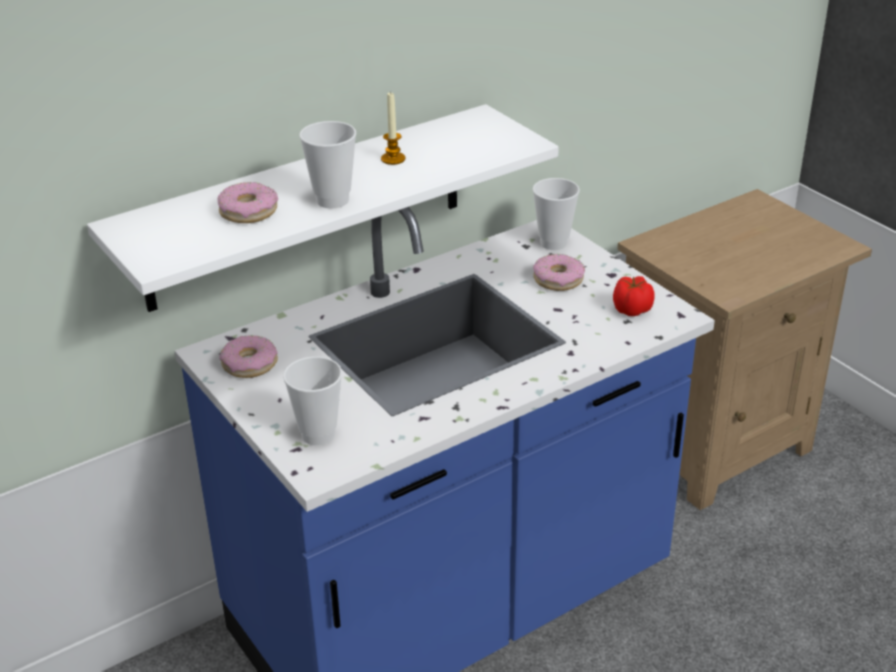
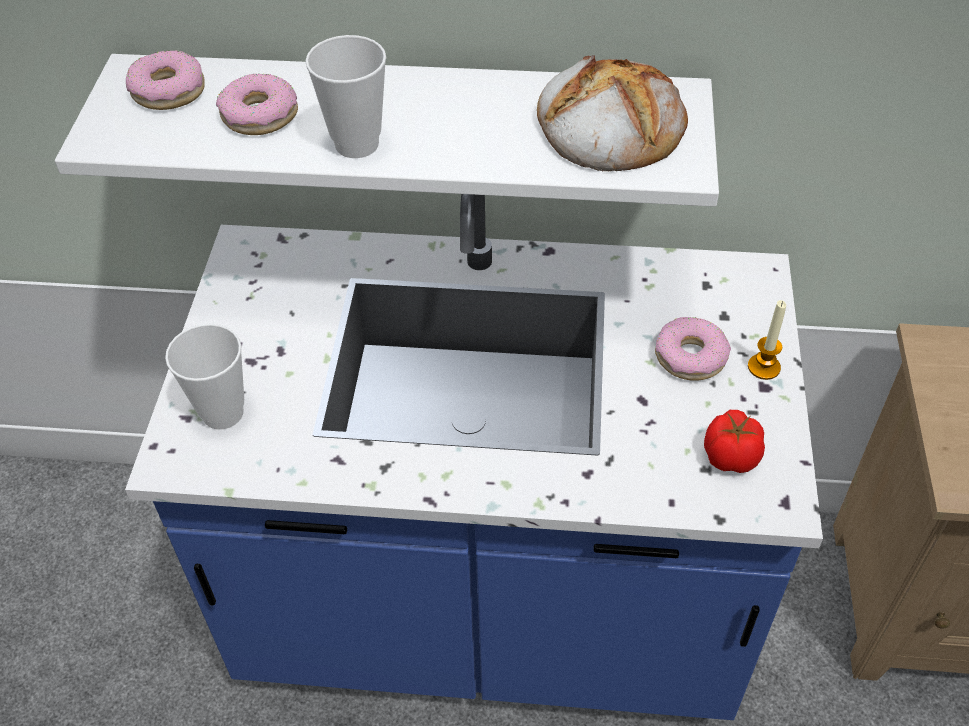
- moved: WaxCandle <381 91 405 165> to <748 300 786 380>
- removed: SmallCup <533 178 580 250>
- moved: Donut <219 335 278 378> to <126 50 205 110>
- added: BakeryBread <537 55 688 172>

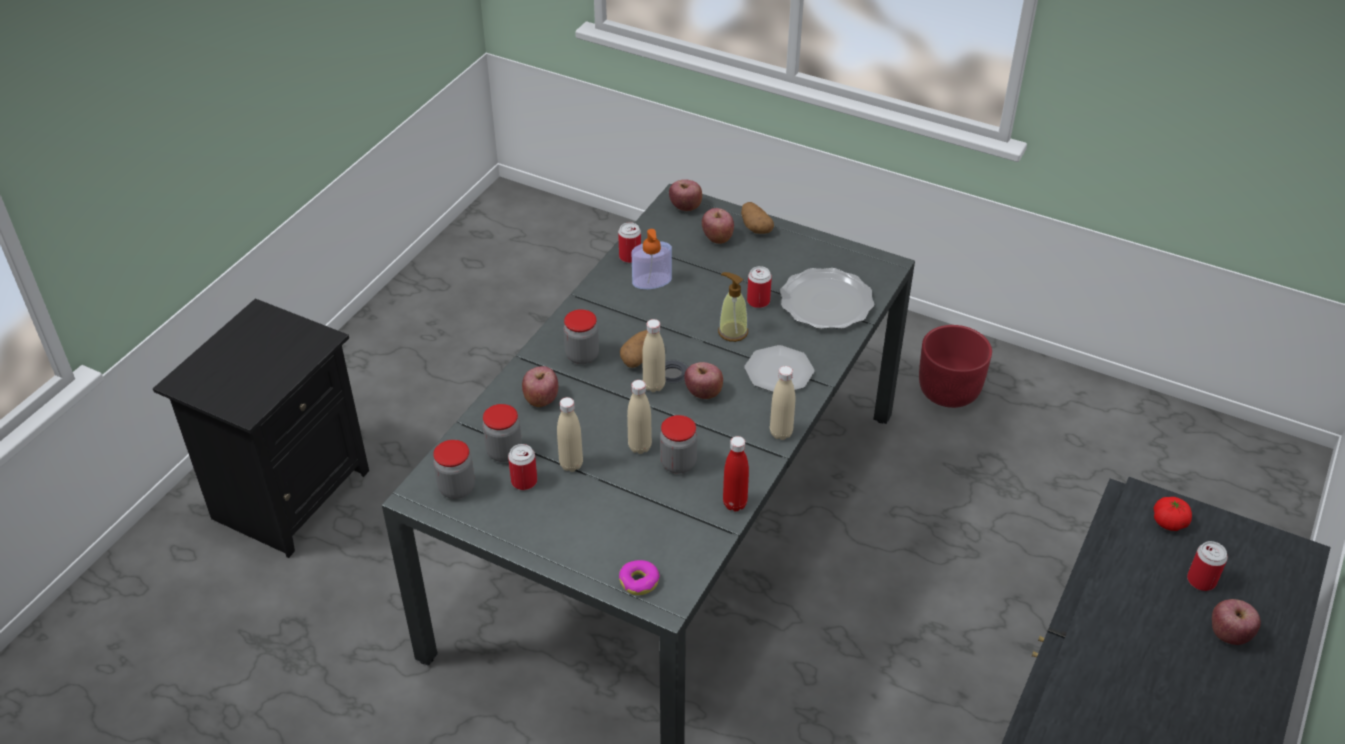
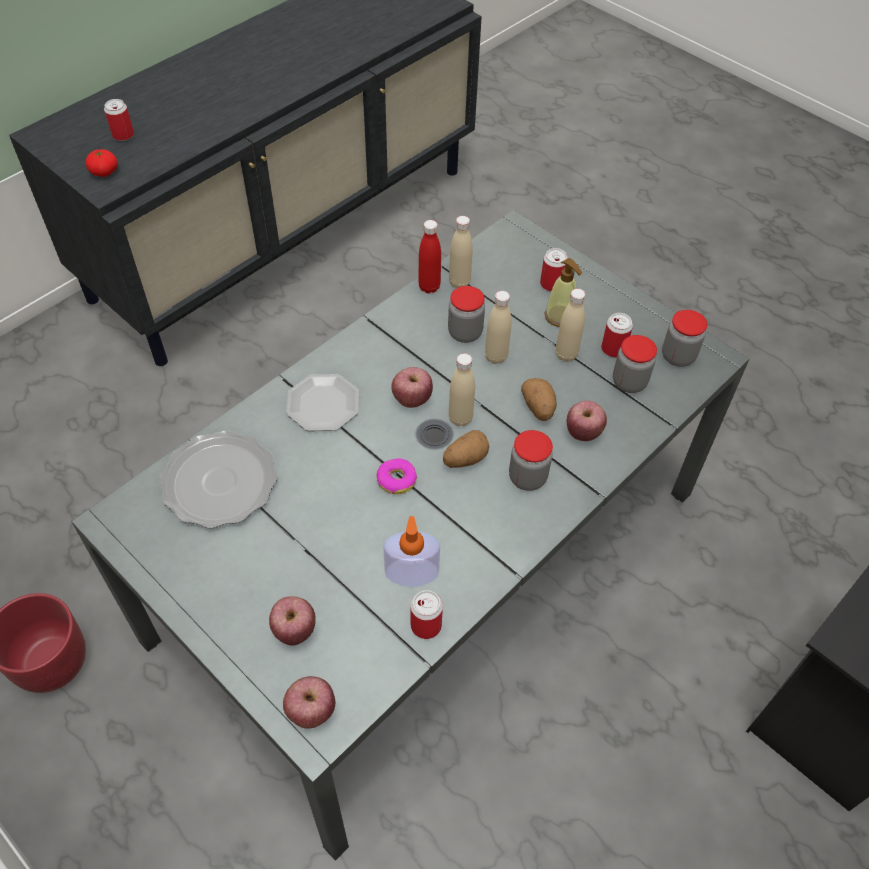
- moved: Spud <741 202 774 234> to <521 378 557 421>
- moved: SealedCan <747 266 772 308> to <540 248 568 291>
- moved: SoapBottle <718 272 748 342> to <545 258 582 327>
- moved: BeigeBeverageBottle <770 366 795 440> to <449 216 473 288>
- moved: Donut <619 560 660 595> to <376 458 417 494>
- removed: WholeApple <1212 599 1261 645>

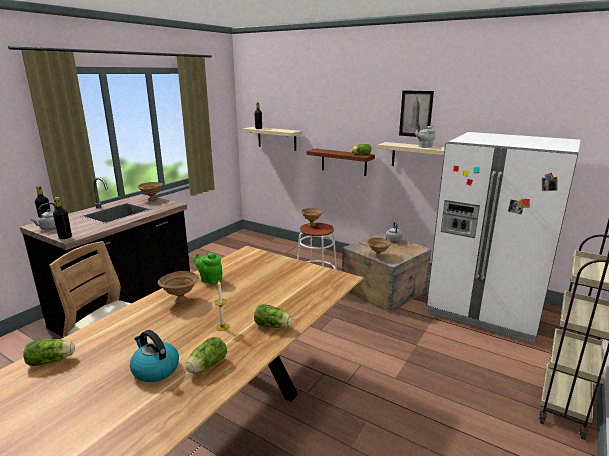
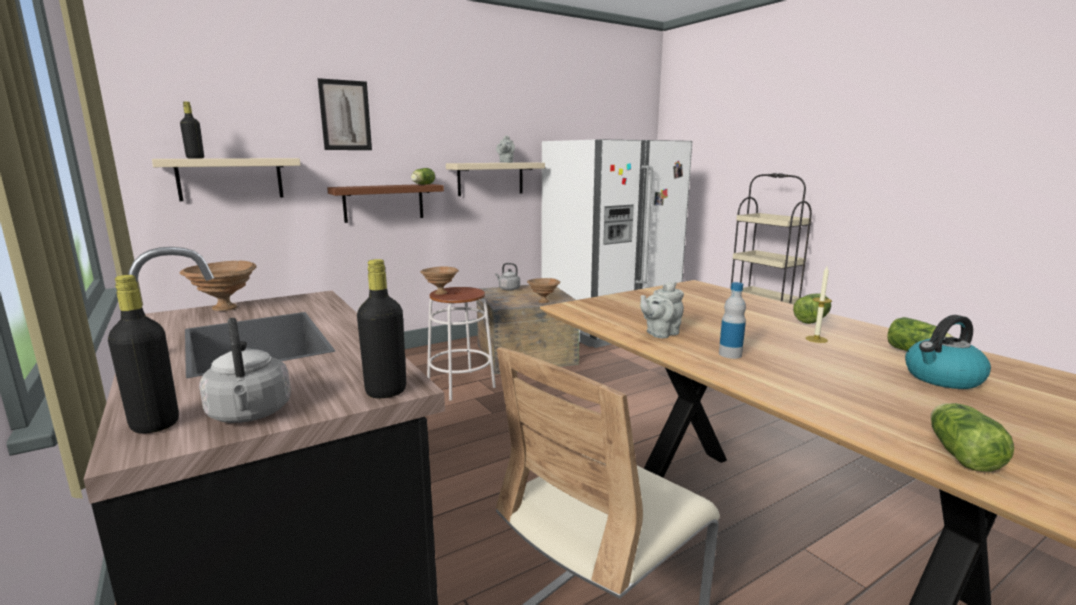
- moved: Picture <399 90 434 137> to <318 78 372 150>
- recoloured: GreenColouredTeaPot <194 253 223 284> to GreyishTeaPot <640 282 684 338>
- replaced: BrownServingBowl <158 271 199 304> to BeverageBottle <719 282 746 359>

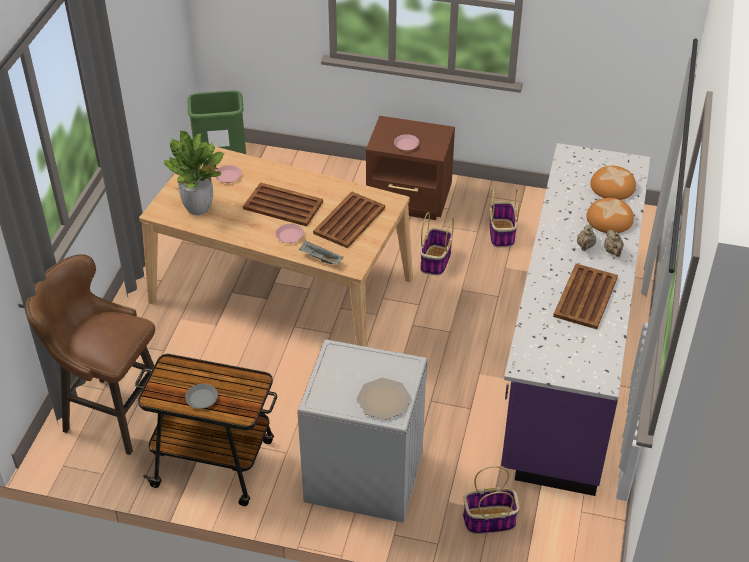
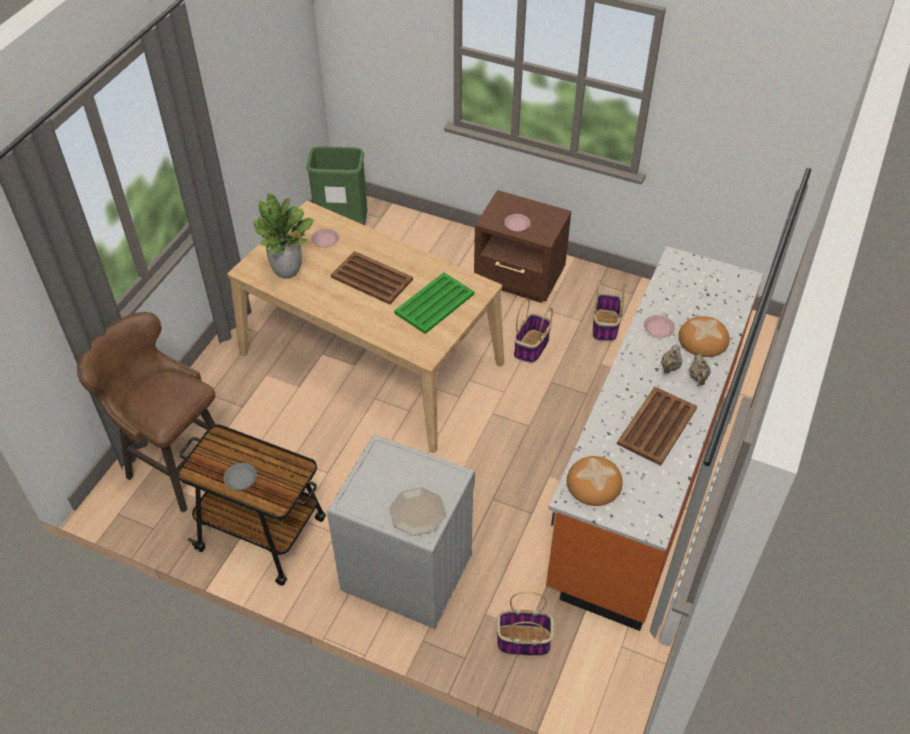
- recoloured: PurpleColouredCounter <501 143 651 496> to OrangeColouredCounter <546 246 764 631>
- moved: BakeryBread <590 166 636 200> to <567 456 623 506>
- recoloured: BrownCarryingTray <313 192 385 248> to GreenColouredCarryingTray <394 272 474 334>
- moved: PinkDinnerPlate <275 224 304 243> to <644 315 675 338>
- removed: GreyishCarryingTray <299 240 344 264>

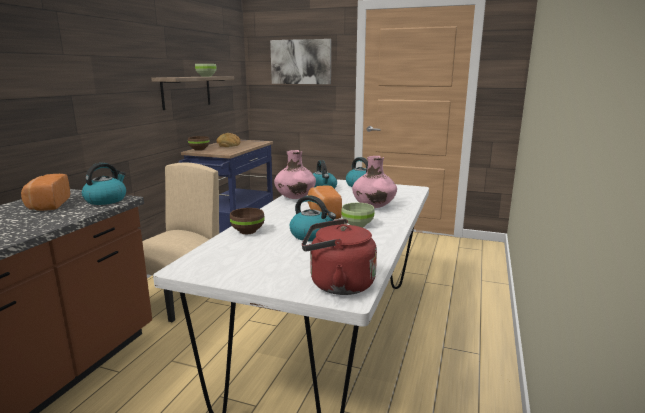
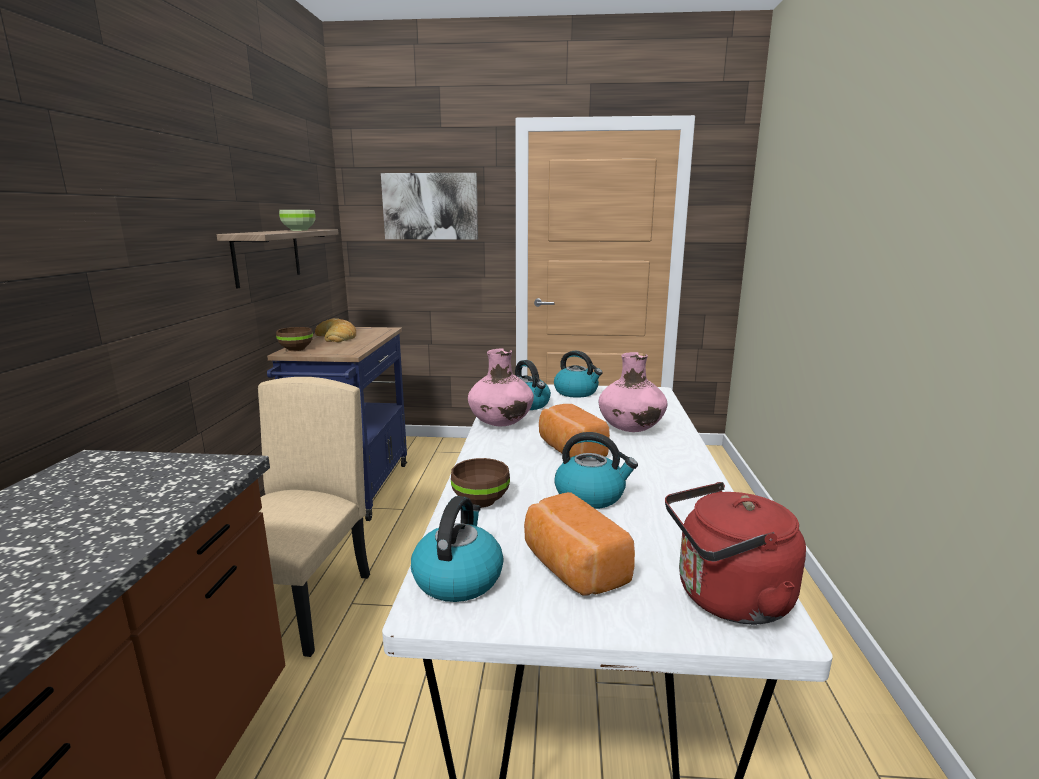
- moved: Kettle <82 163 126 205> to <411 496 504 602>
- moved: BakeryBread <21 174 70 211> to <524 492 635 595>
- removed: GreenColouredServingBowl <341 203 374 228>

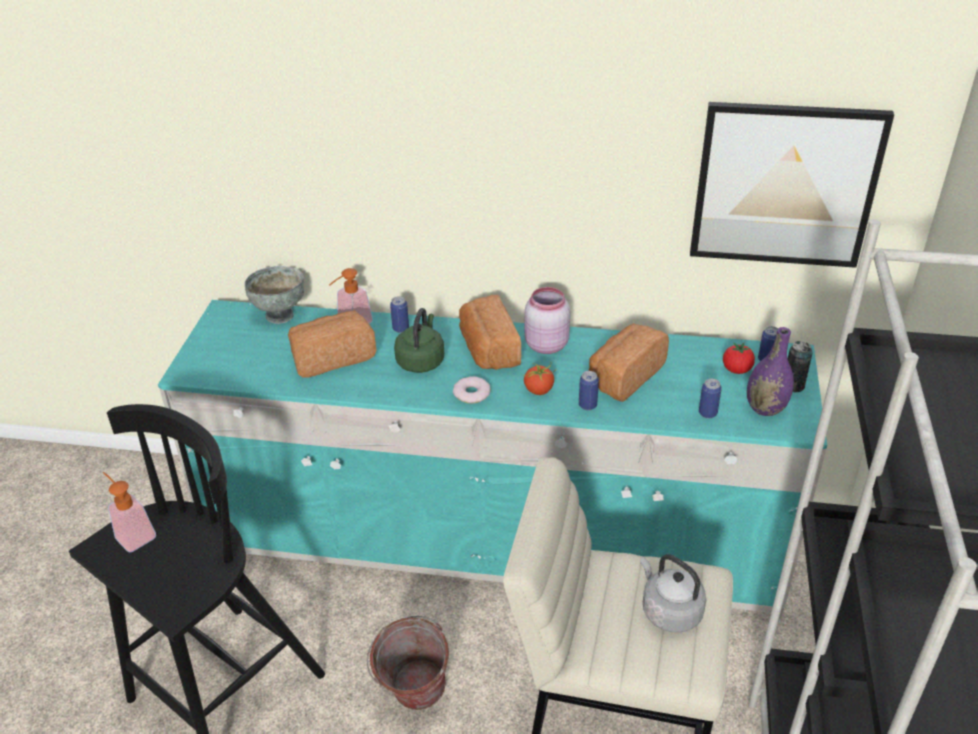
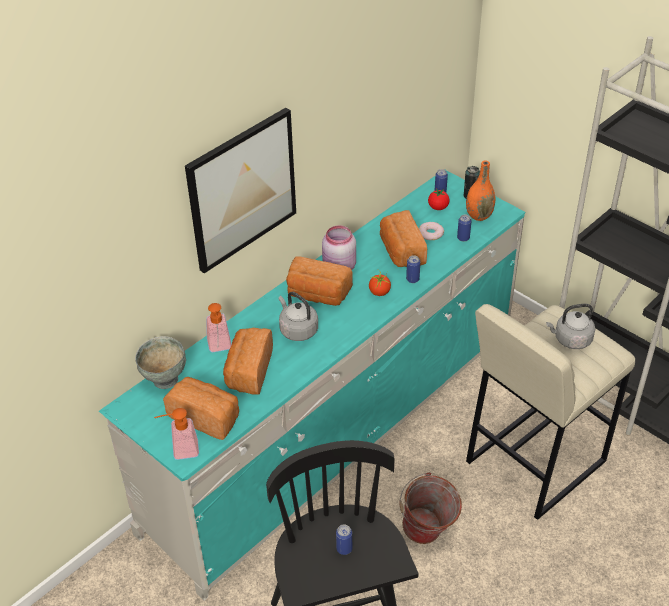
- moved: Picture <690 102 894 268> to <185 108 296 273>
- moved: SealedCan <390 296 409 333> to <336 524 352 555>
- recoloured: GreenColouredKettle <394 308 444 373> to GreyishKettle <279 292 318 341>
- recoloured: PurpleColouredFlowerVase <747 327 794 416> to OrangeColouredFlowerVase <466 160 495 221>
- moved: Donut <453 376 491 403> to <419 222 444 240>
- moved: SoapBottle <103 472 156 552> to <154 408 199 460>
- added: BakeryBread <163 377 239 440>

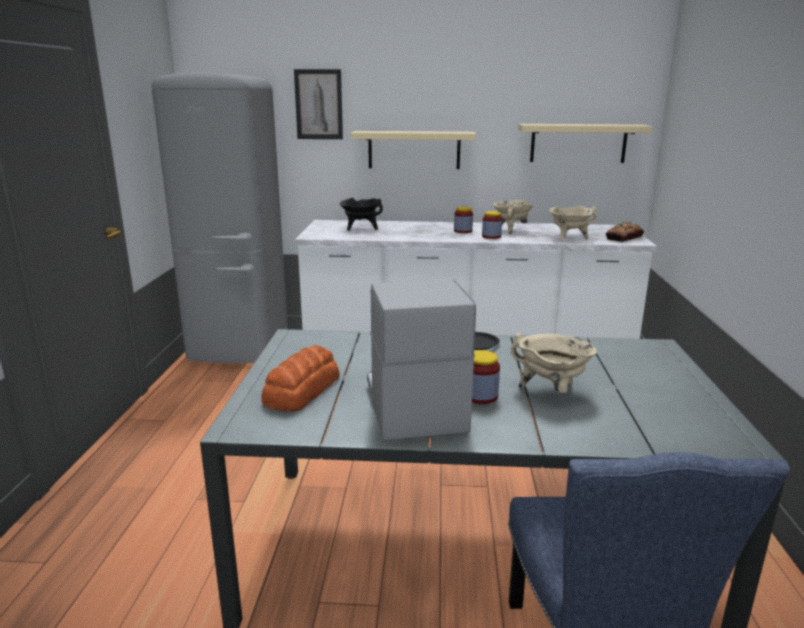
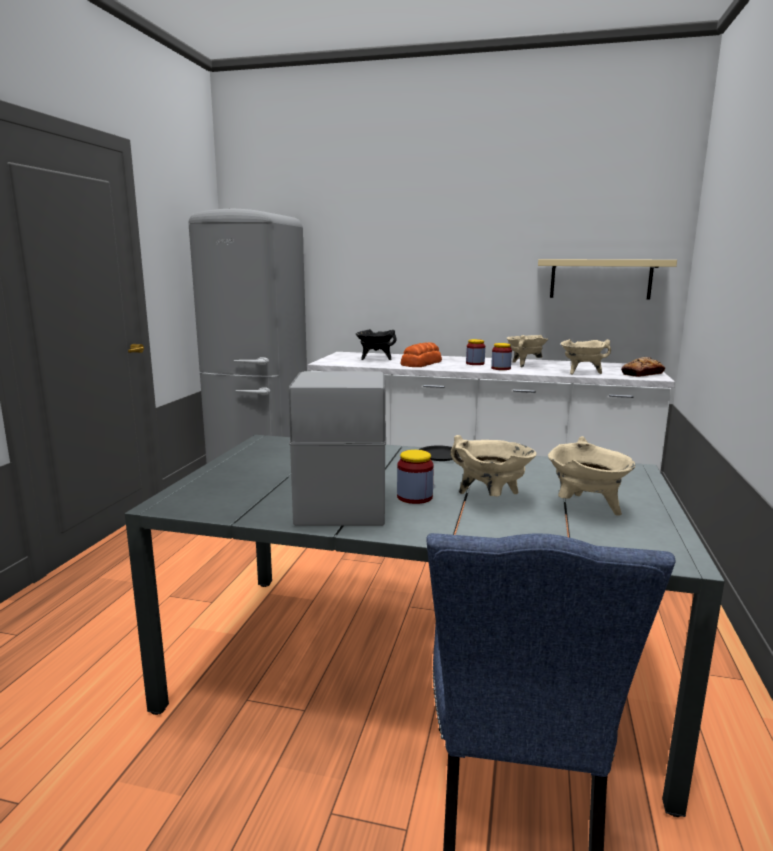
- removed: Picture <294 69 343 139>
- removed: BeigeWallShelf <351 131 476 169>
- moved: BakeryBread <261 345 340 412> to <401 342 442 367>
- added: BeigeCookingPot <548 436 635 516>

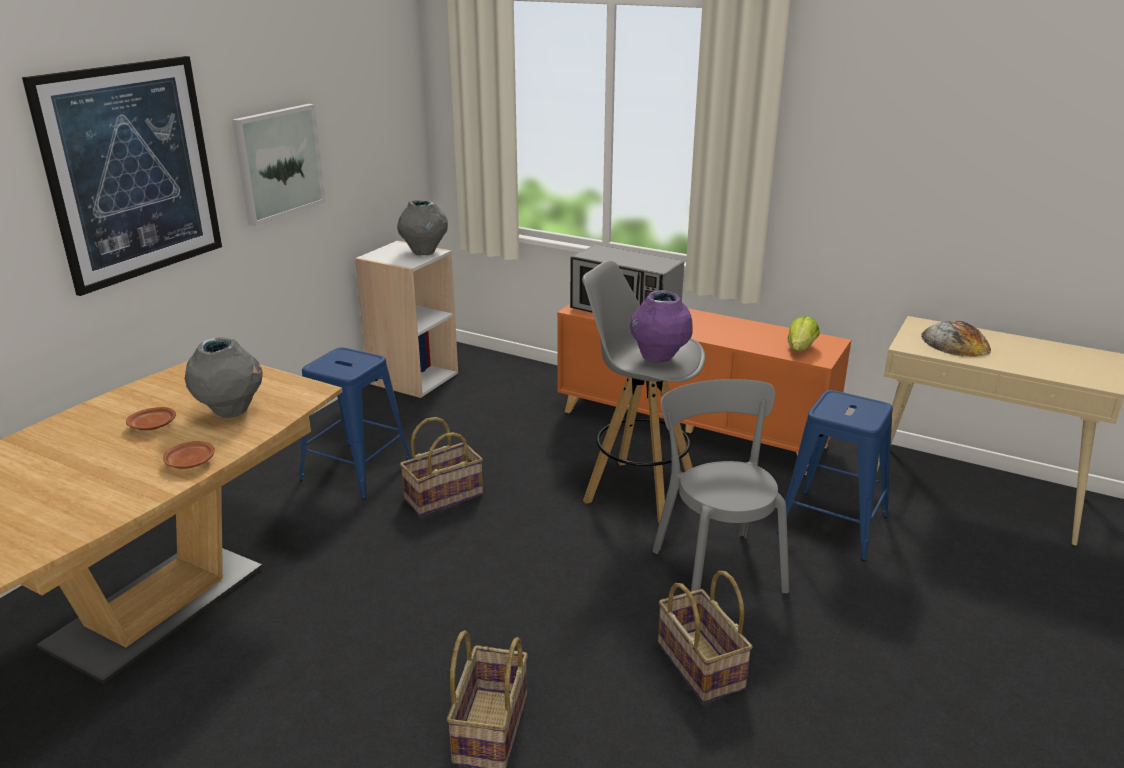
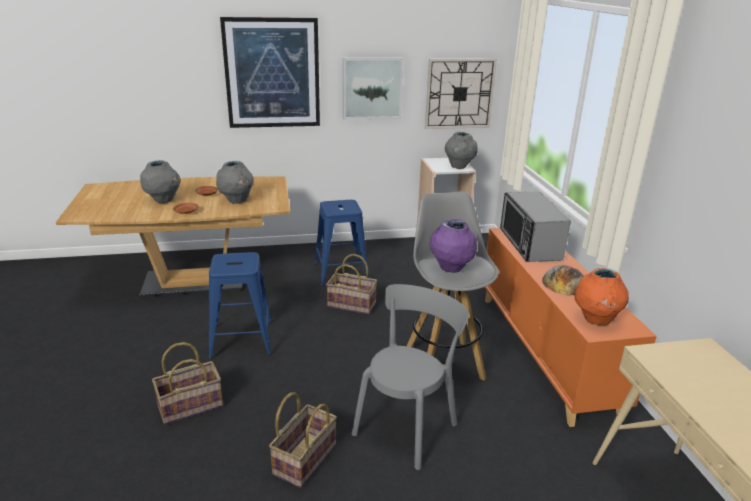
- replaced: HeadOfLettuce <788 316 820 351> to OrangeColouredFlowerVase <574 268 629 326>
- moved: BakeryBread <921 321 991 357> to <542 265 584 296>
- moved: BlueColouredStoolSeat <776 390 893 561> to <209 252 272 359>
- added: ClockOnTheWall <425 58 497 129>
- added: GreyishFlowerVase <140 160 181 203>

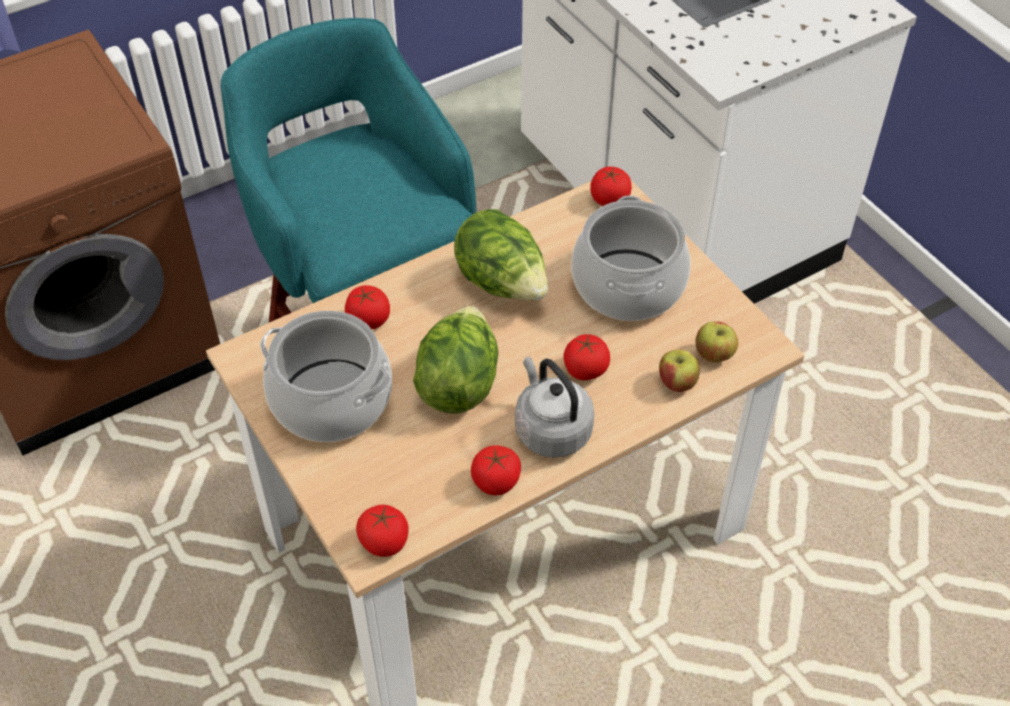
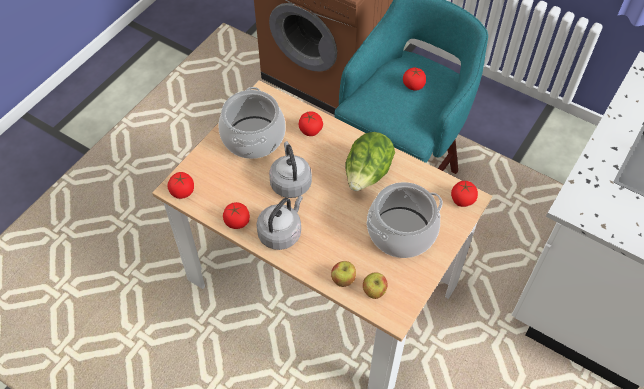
- replaced: HeadOfLettuce <413 306 498 414> to GreyishKettle <269 141 312 198>
- moved: FreshTomato <564 334 610 380> to <403 68 426 91>

